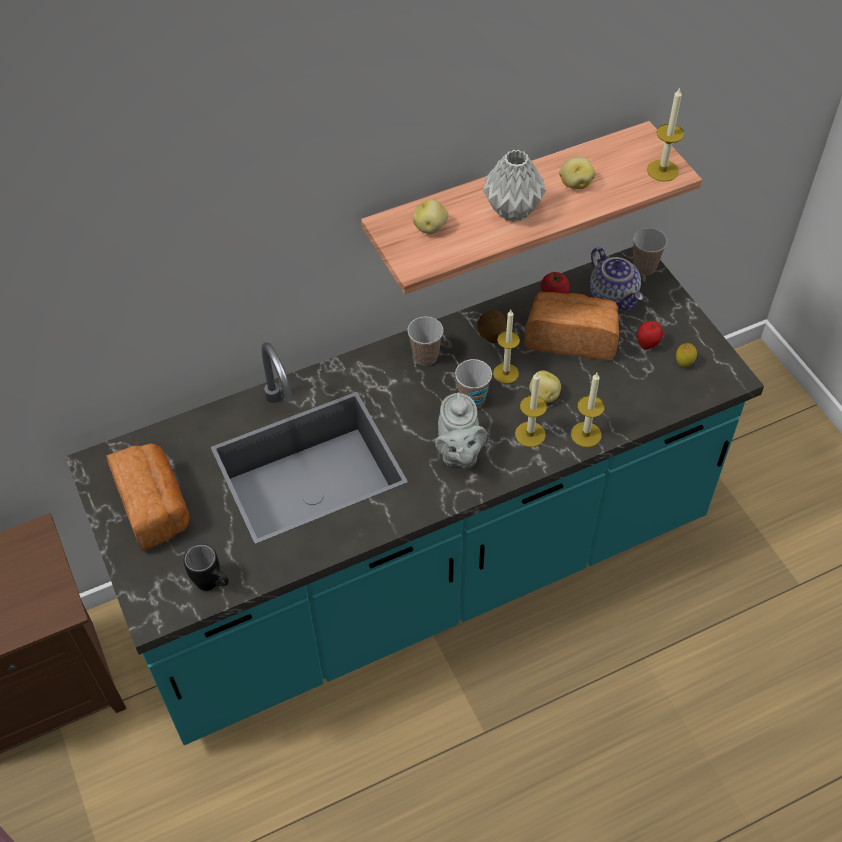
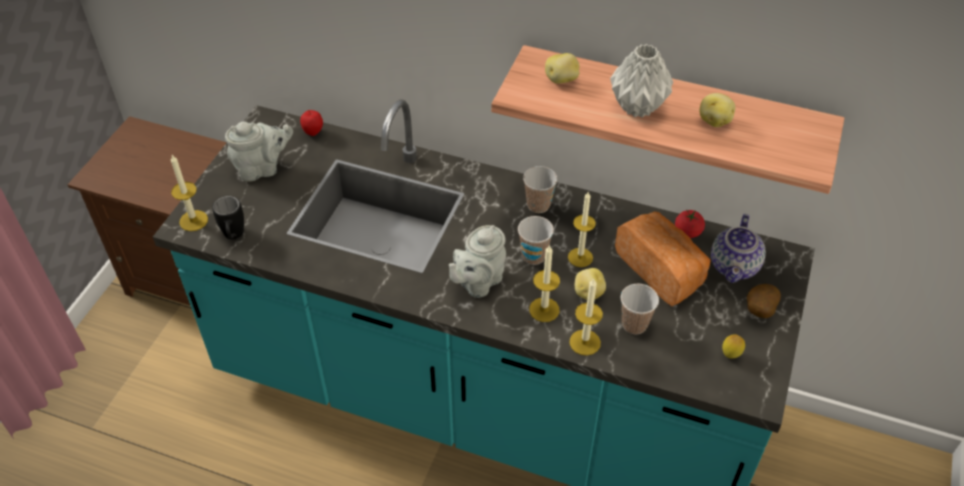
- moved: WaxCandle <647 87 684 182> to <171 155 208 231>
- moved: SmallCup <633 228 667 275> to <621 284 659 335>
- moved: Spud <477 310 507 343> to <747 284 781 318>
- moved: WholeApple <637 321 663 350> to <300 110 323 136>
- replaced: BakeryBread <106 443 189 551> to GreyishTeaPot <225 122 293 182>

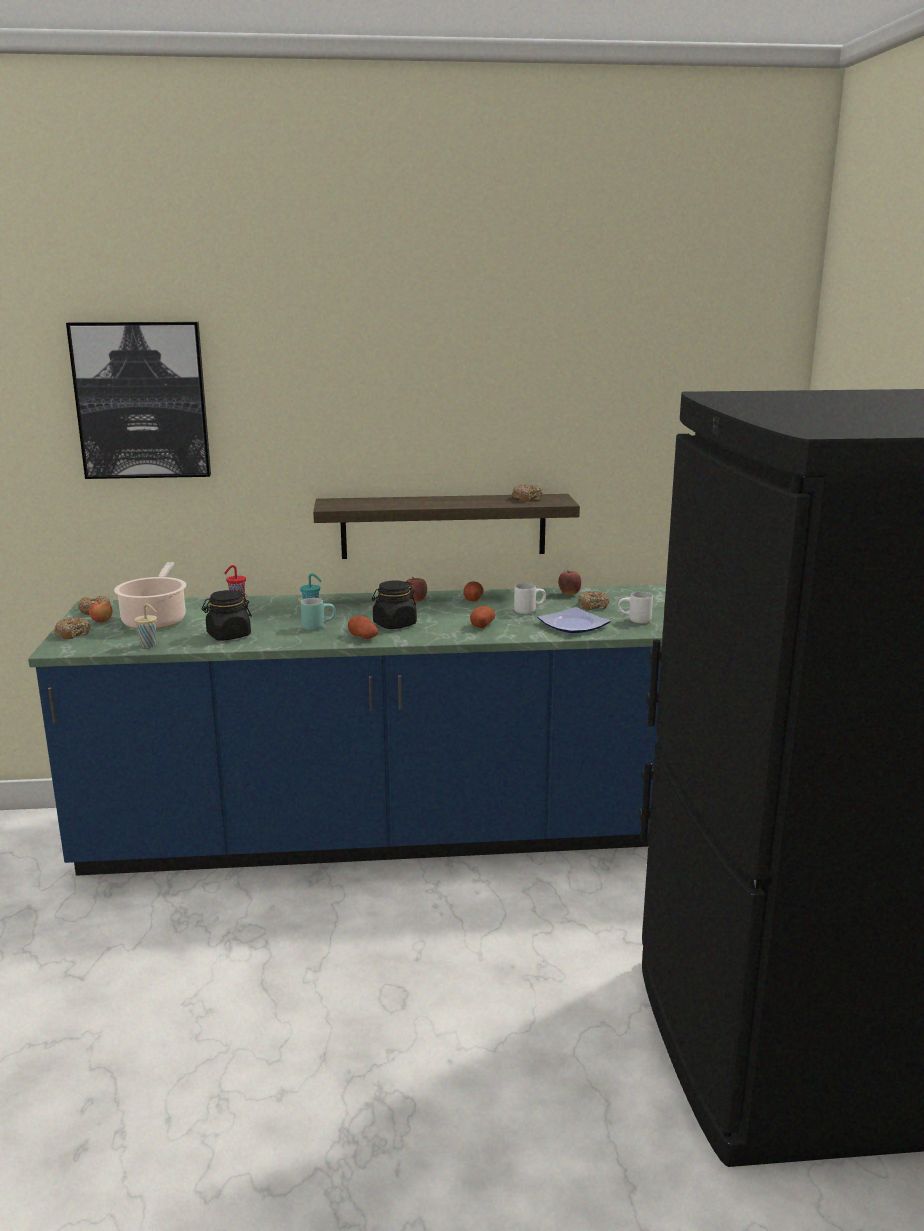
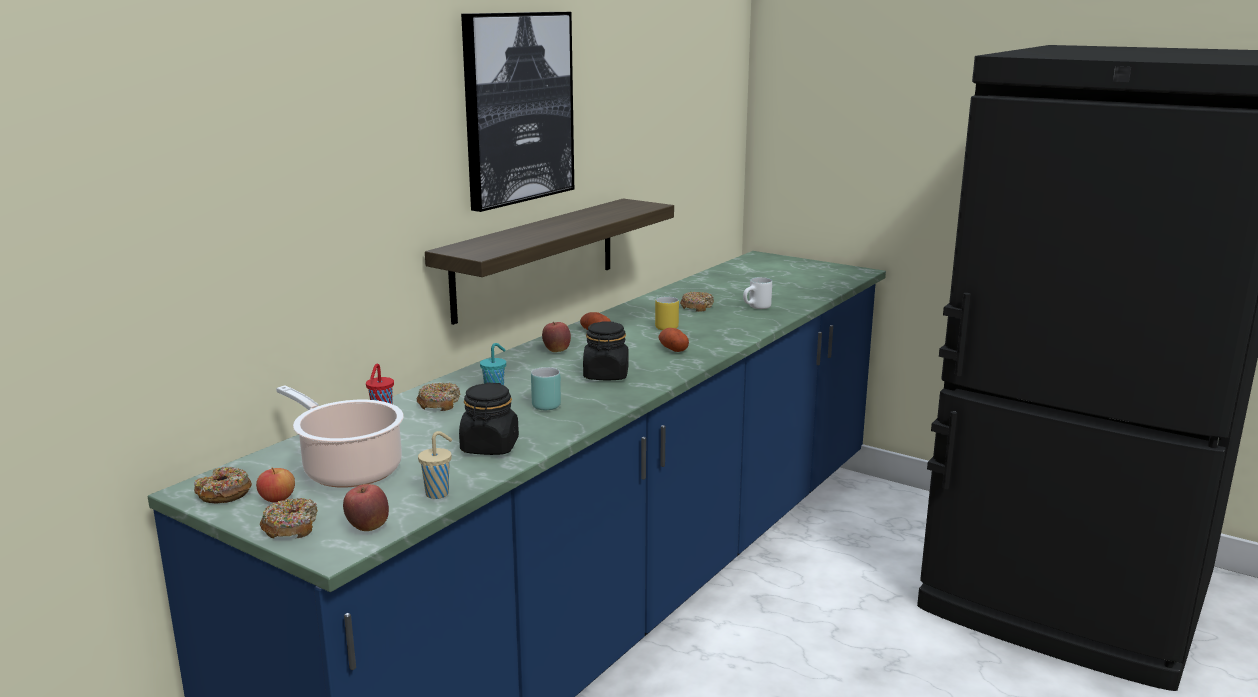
- moved: Picture <66 322 211 479> to <461 12 574 212>
- moved: Donut <512 484 543 502> to <416 383 460 411>
- moved: WholeApple <558 571 581 595> to <343 484 389 531>
- recoloured: WhiteMug <514 583 546 614> to YellowColouredMug <655 297 679 330>
- removed: DinnerPlate <538 607 610 633>
- removed: Spud <348 616 378 639>

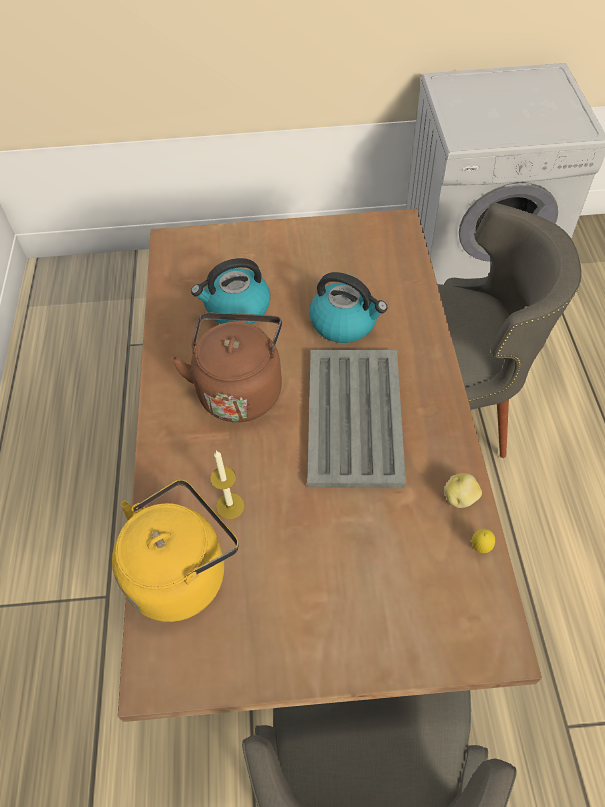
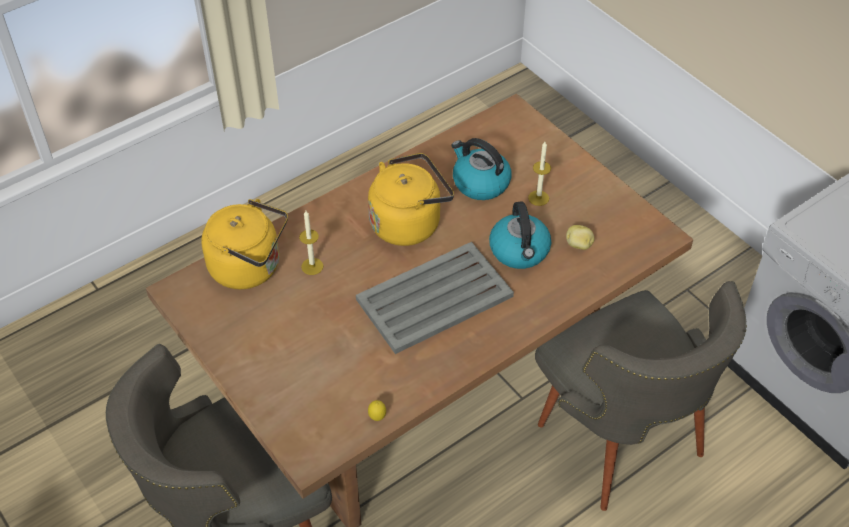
- recoloured: BrownKettle <171 312 282 422> to YellowColouredKettle <368 153 454 246>
- moved: Spud <444 473 482 508> to <566 225 594 250>
- added: WaxCandle <528 142 551 206>

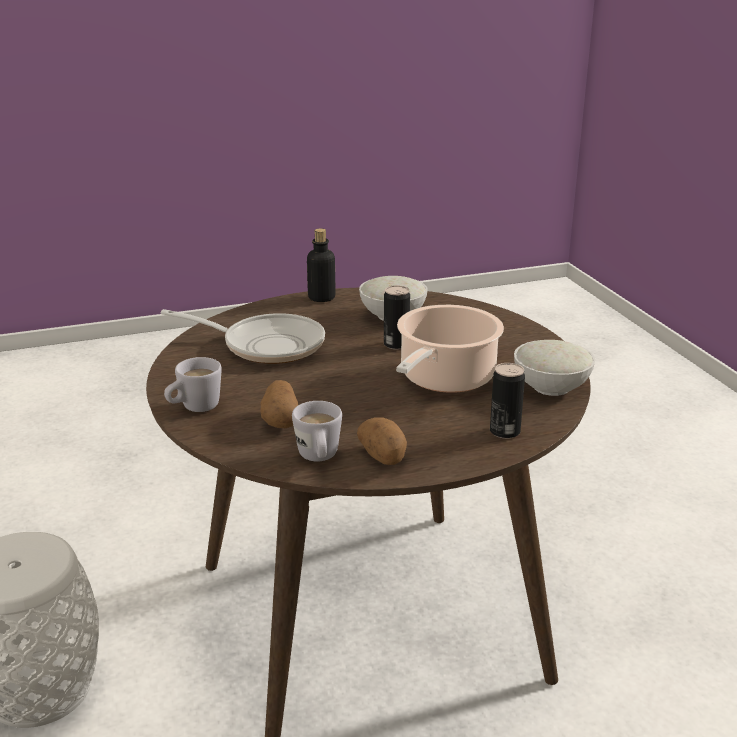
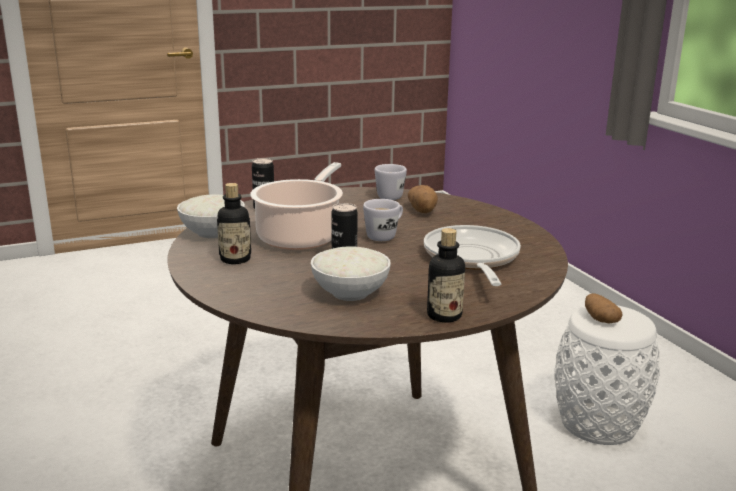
- turned: Skillet <160 309 325 364> = <424 225 521 286> 75 degrees clockwise
- moved: WhiteMug <164 357 222 412> to <363 199 403 241>
- moved: Spud <357 417 407 465> to <585 293 623 323>
- added: BeverageBottle <217 183 251 264>

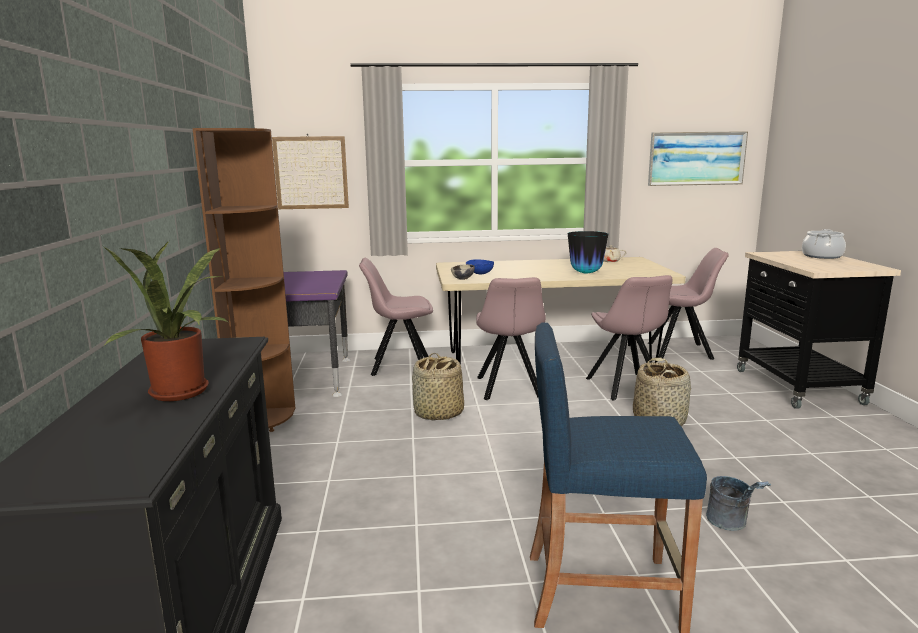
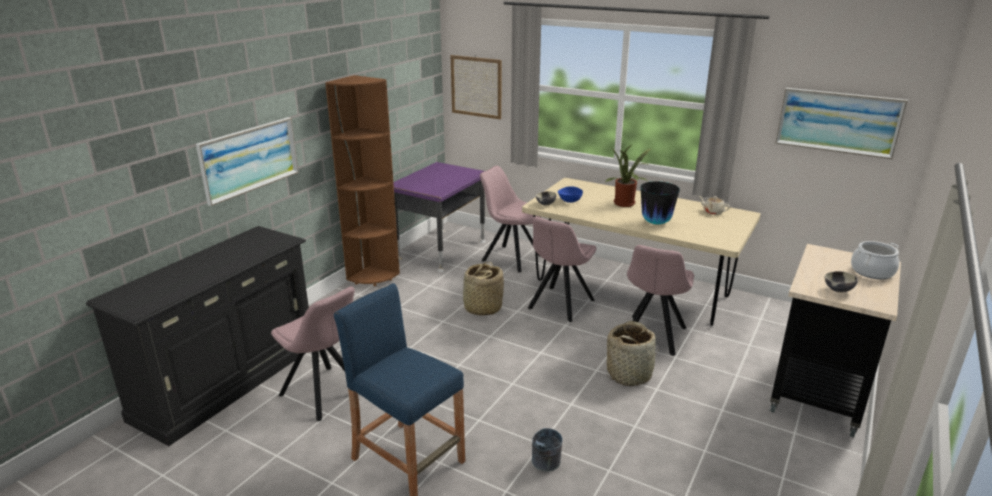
- moved: PottedPlant <103 241 229 401> to <605 144 651 207>
- moved: PinkChair <648 248 729 360> to <271 286 355 421>
- added: Picture <196 117 299 206>
- added: ServingBowl <825 271 858 293>

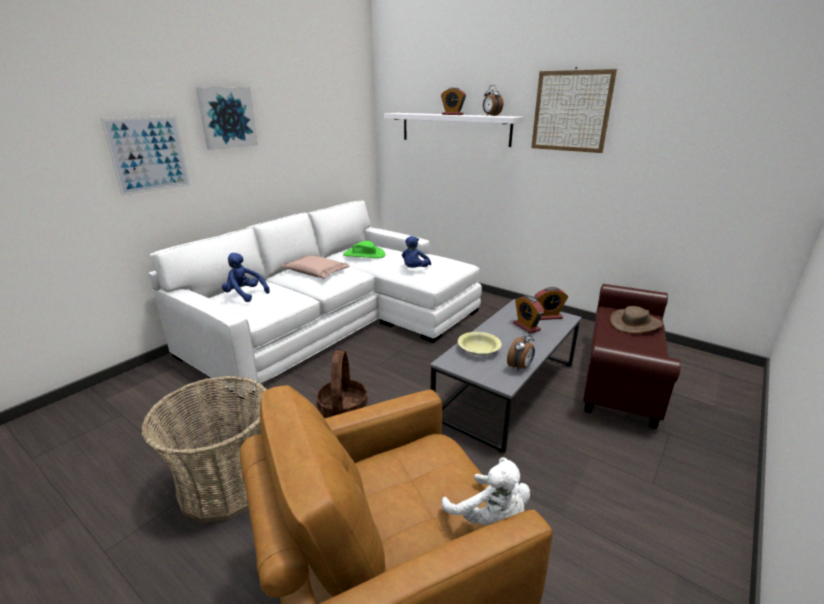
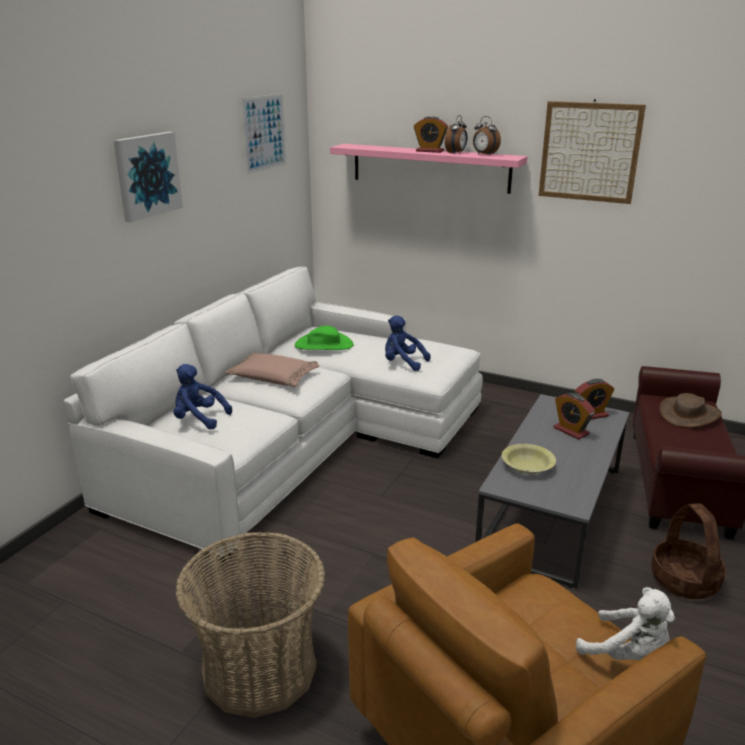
- recoloured: WhiteWallShelf <384 113 524 147> to PinkWallShelf <330 144 527 194>
- moved: Picture <101 116 190 196> to <241 94 287 175>
- turned: BlueColouredSoftToy <402 236 431 268> = <385 316 431 371> 105 degrees clockwise
- moved: AlarmClock <507 331 535 372> to <445 115 467 154>
- moved: HouseholdBasket <316 350 367 418> to <651 503 726 599>

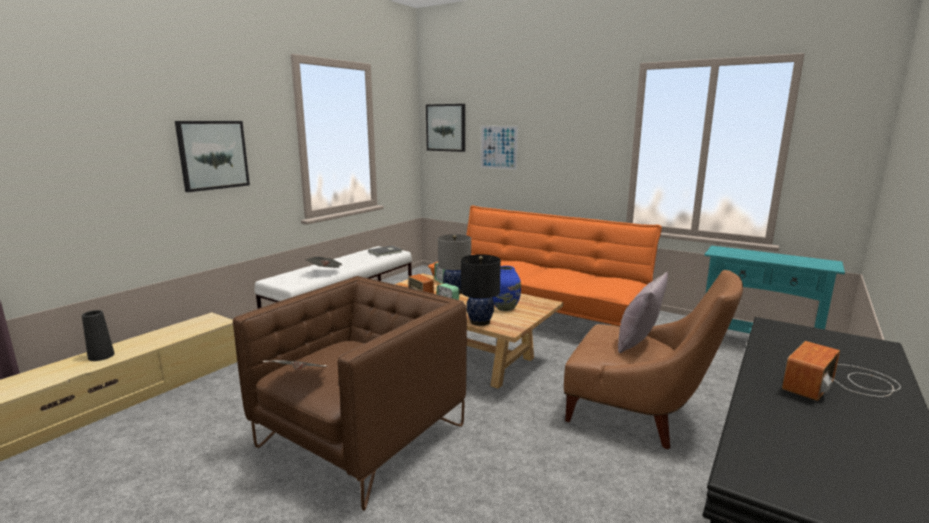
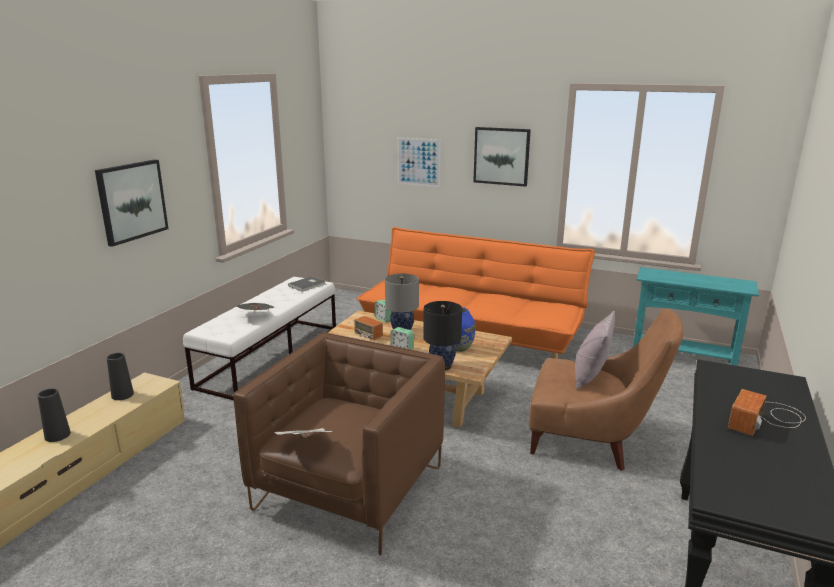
- moved: Picture <426 104 465 152> to <473 127 531 187>
- added: BlackishFlowerVase <107 353 134 400>

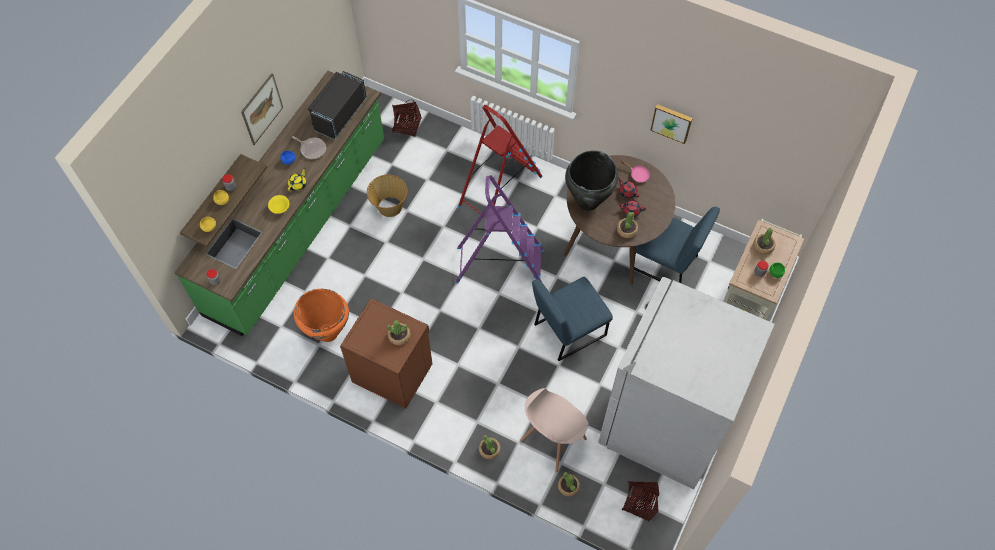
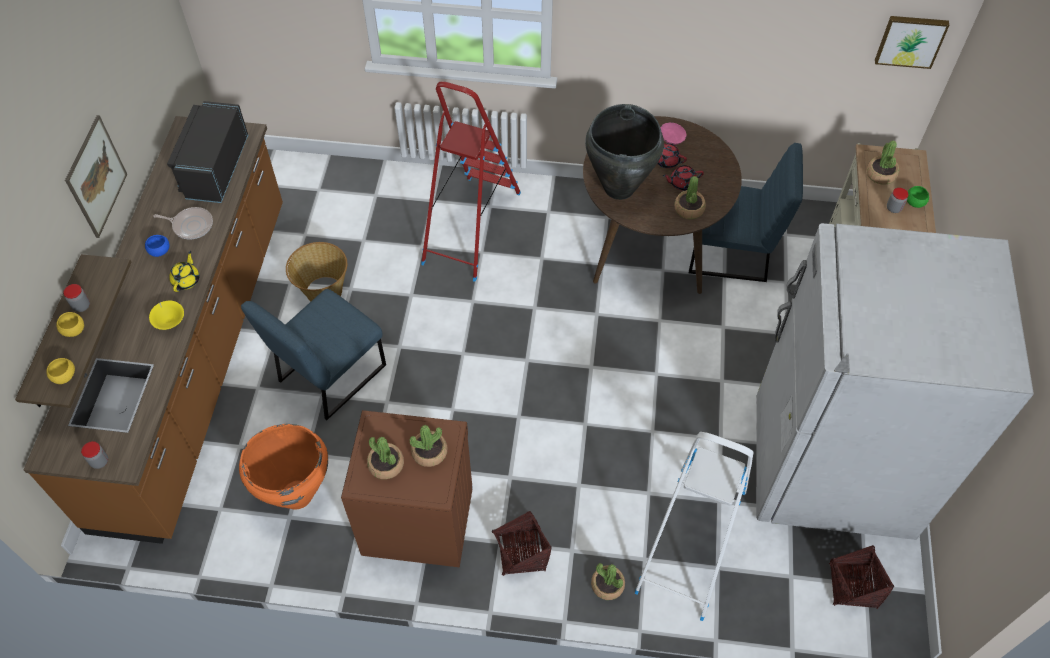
- recoloured: GreenColouredCounter <174 71 384 336> to BrownCounter <23 116 283 544>
- moved: HouseholdBasket <392 99 421 137> to <492 511 552 576>
- moved: Picture <650 104 693 144> to <875 16 949 69>
- removed: PurpleColouredStepladder <455 175 544 284>
- moved: BlueColouredChair <532 277 613 361> to <241 289 386 420>
- replaced: BeigeChair <520 388 589 472> to WhiteStepladder <635 432 753 621>
- moved: PottedPlant <558 472 580 497> to <367 437 404 479>

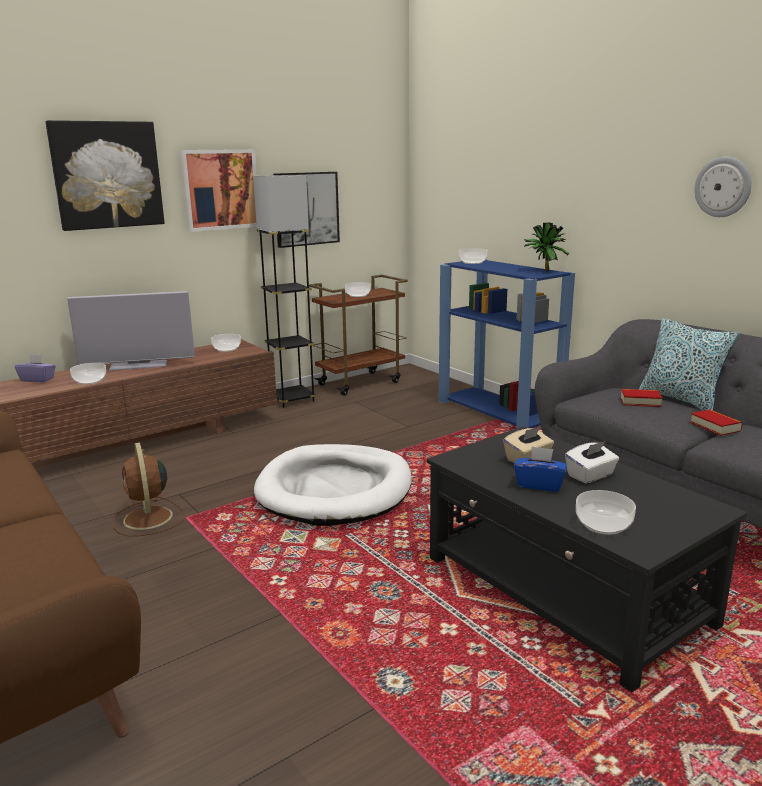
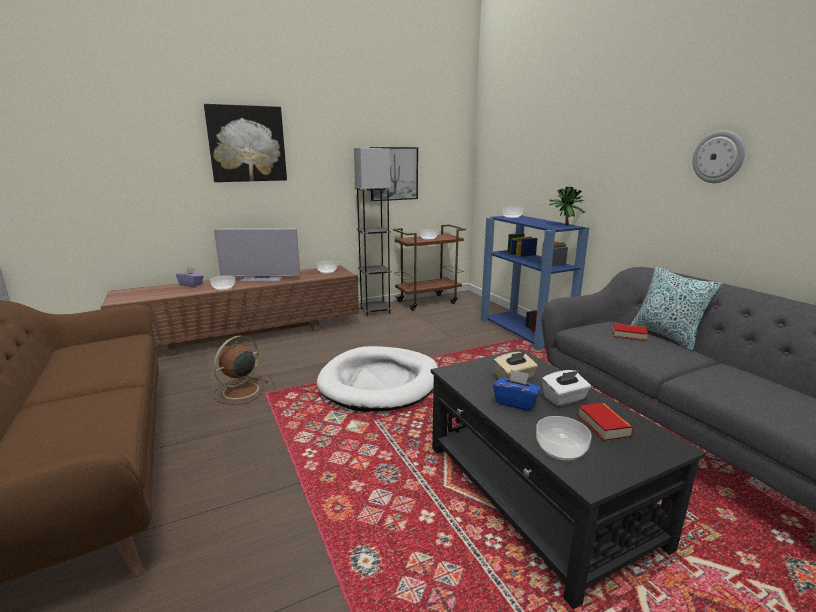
- removed: Picture <180 149 257 232>
- moved: Volume <690 410 743 436> to <578 403 634 441>
- turned: BrownCoolingFan <113 442 185 536> = <213 336 268 405> 45 degrees clockwise

